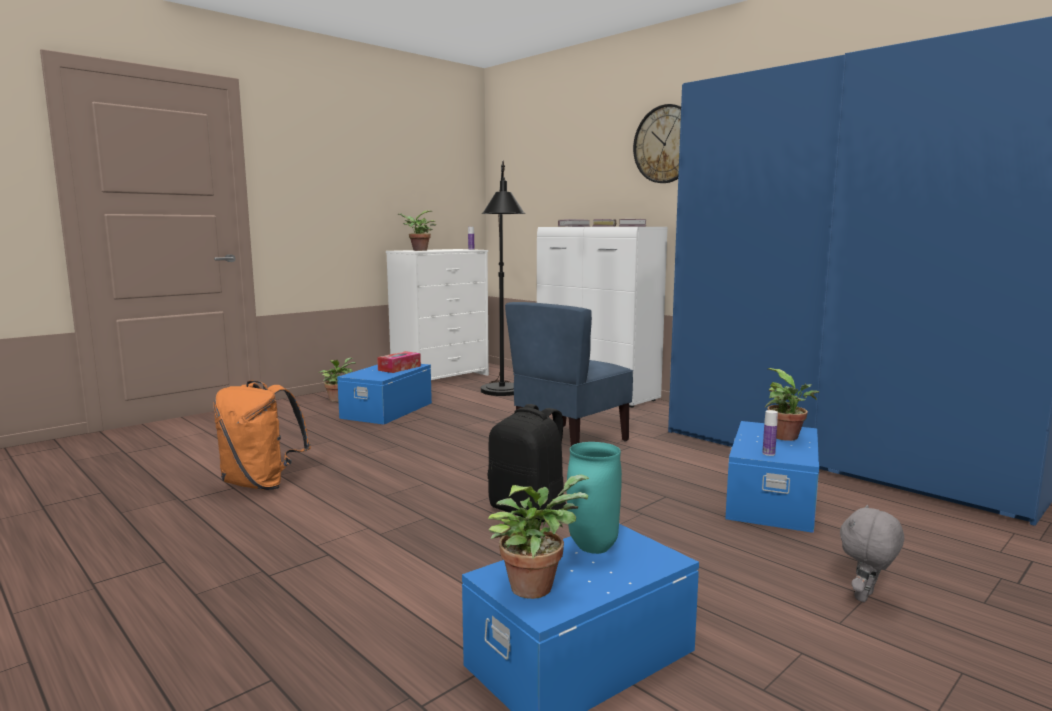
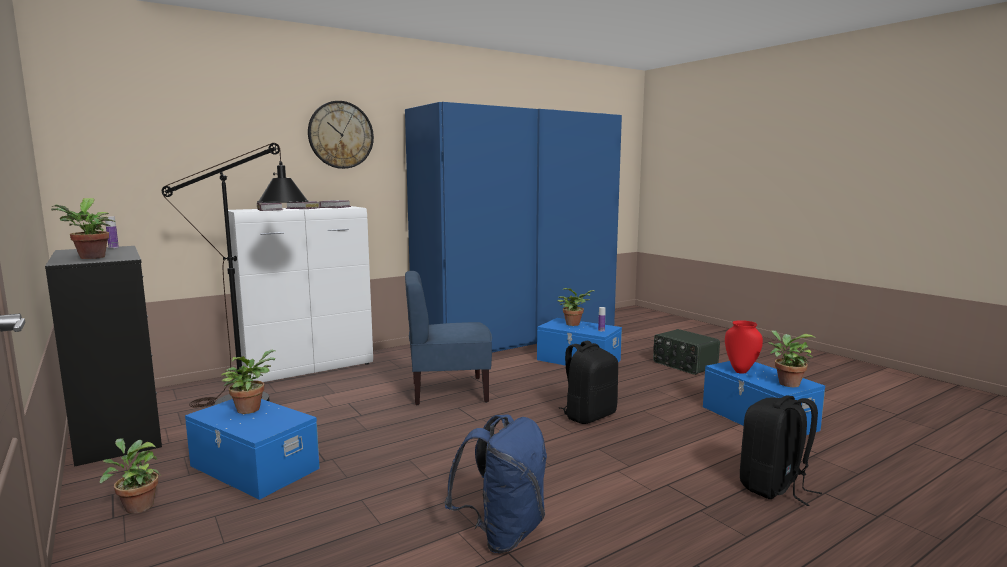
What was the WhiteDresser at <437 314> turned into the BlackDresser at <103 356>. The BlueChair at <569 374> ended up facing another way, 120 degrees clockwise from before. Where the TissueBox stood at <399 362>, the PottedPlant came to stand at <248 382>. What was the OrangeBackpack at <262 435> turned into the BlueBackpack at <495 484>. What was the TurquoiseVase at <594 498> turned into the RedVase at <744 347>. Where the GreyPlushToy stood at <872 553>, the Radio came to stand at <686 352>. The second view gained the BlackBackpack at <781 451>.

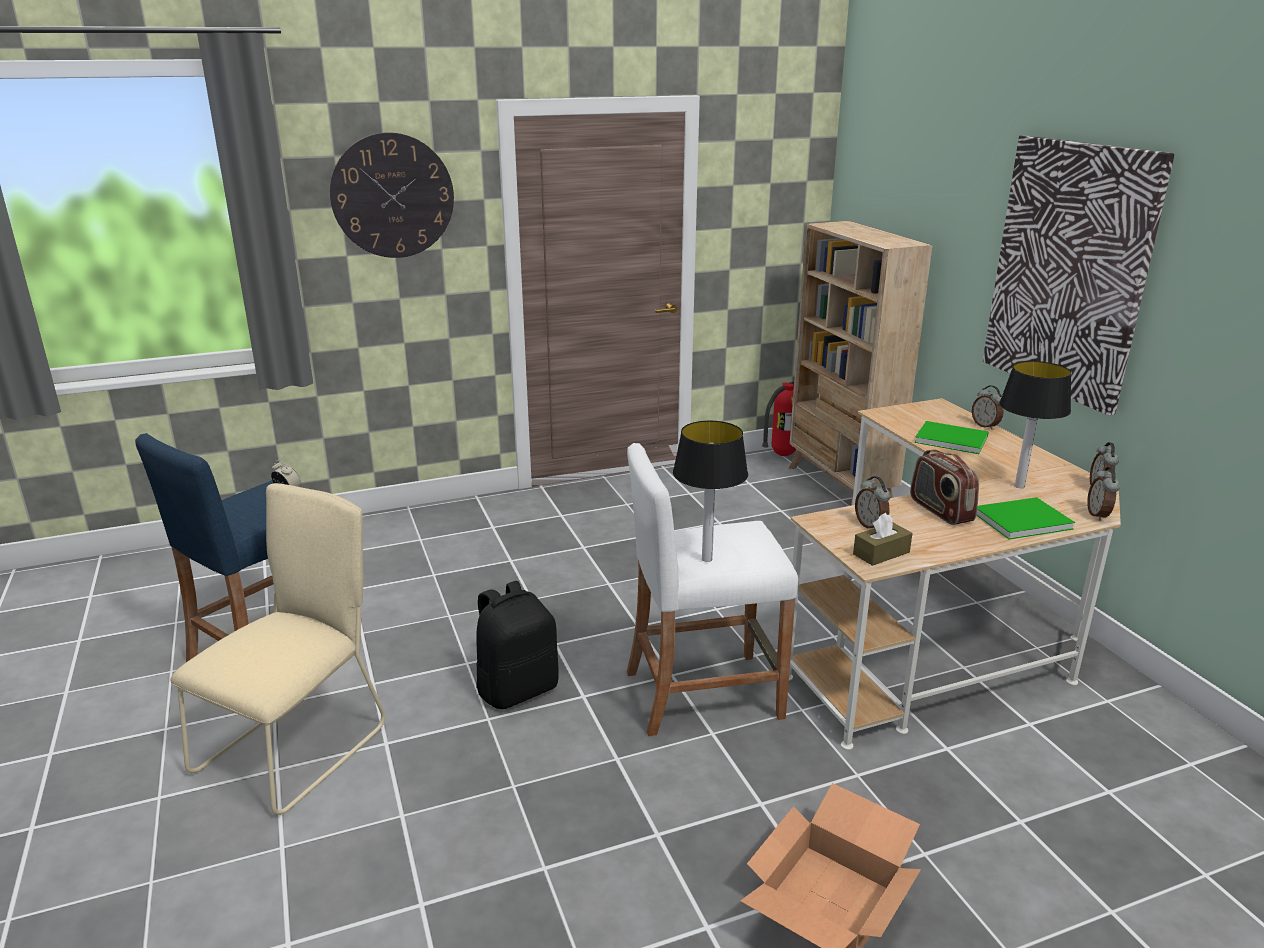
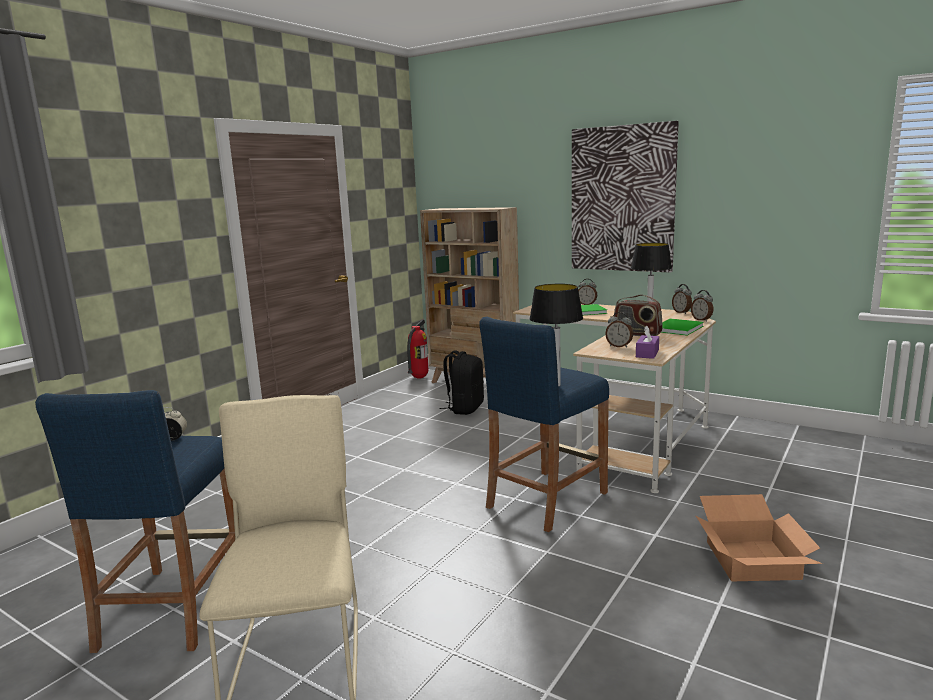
The second view lost the WallClock at <392 195>. What was the WhiteStool at <712 589> turned into the BlueStool at <544 424>. What was the BrownTissueBox at <882 539> turned into the PurpleTissueBox at <647 342>. The BlackBackpack ended up elsewhere, having gone from <517 645> to <461 382>.

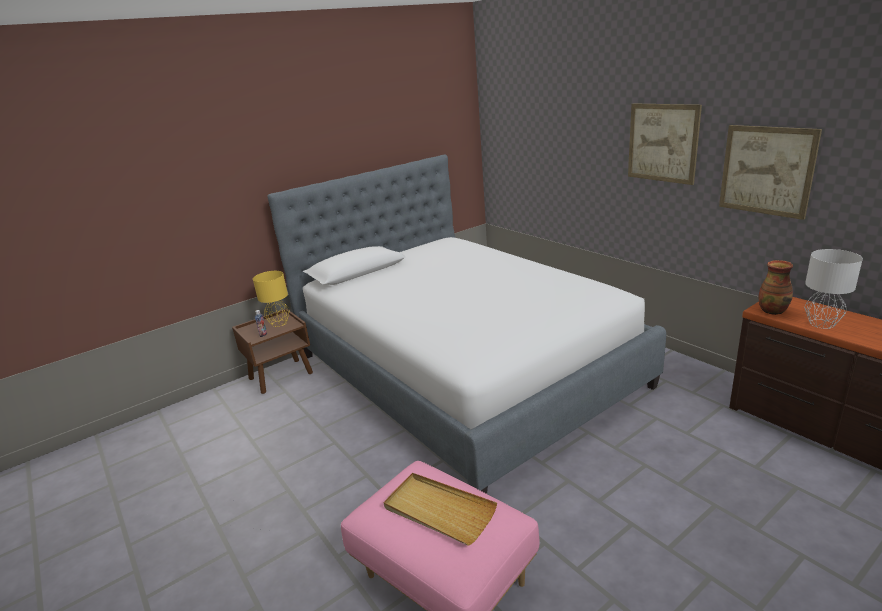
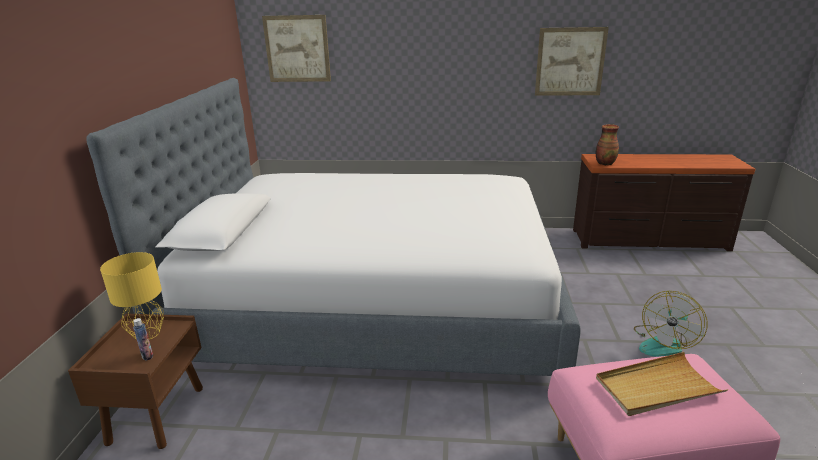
The Picture ended up elsewhere, having gone from <665 144> to <296 48>. The second view lost the GreyTableLamp at <833 289>. The second view gained the Fan at <670 324>.

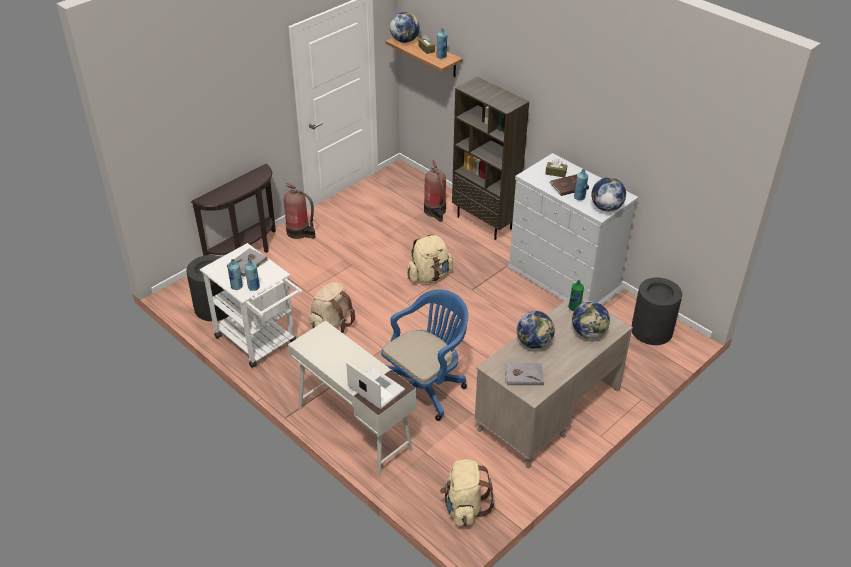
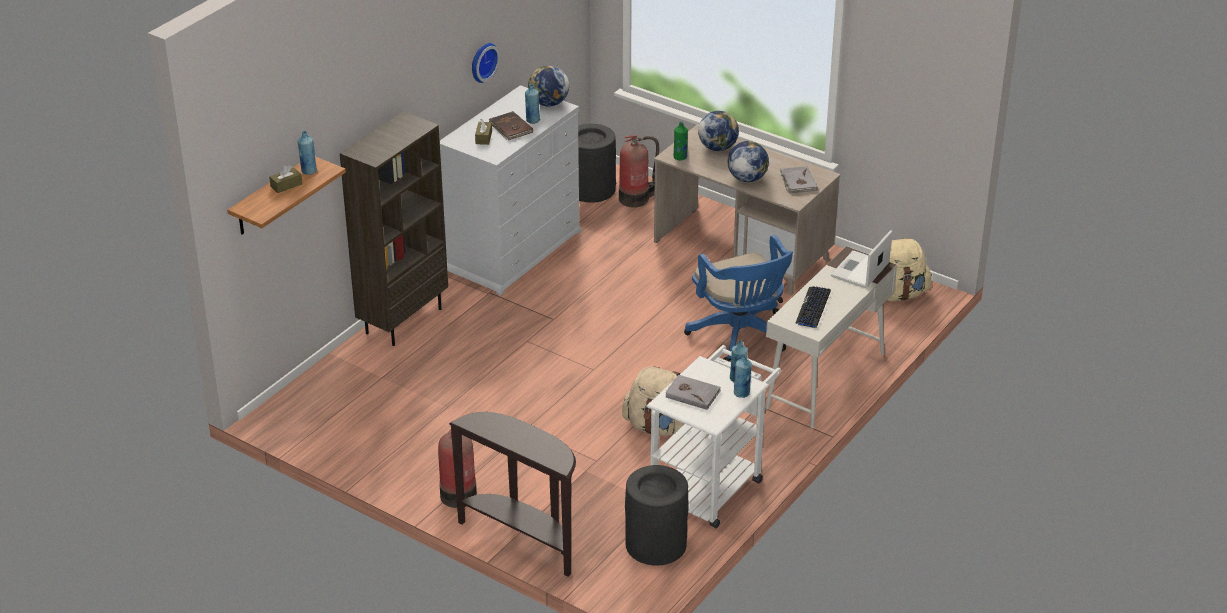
The second view lost the Globe at <405 27>. The FireExtinguisher ended up elsewhere, having gone from <435 191> to <639 171>. The second view lost the BeigeBackpack at <430 258>. The BlueOfficeChair at <424 355> ended up facing another way, 150 degrees counterclockwise from before. The second view gained the WallClock at <486 63>. The second view gained the Keyboard at <813 307>.

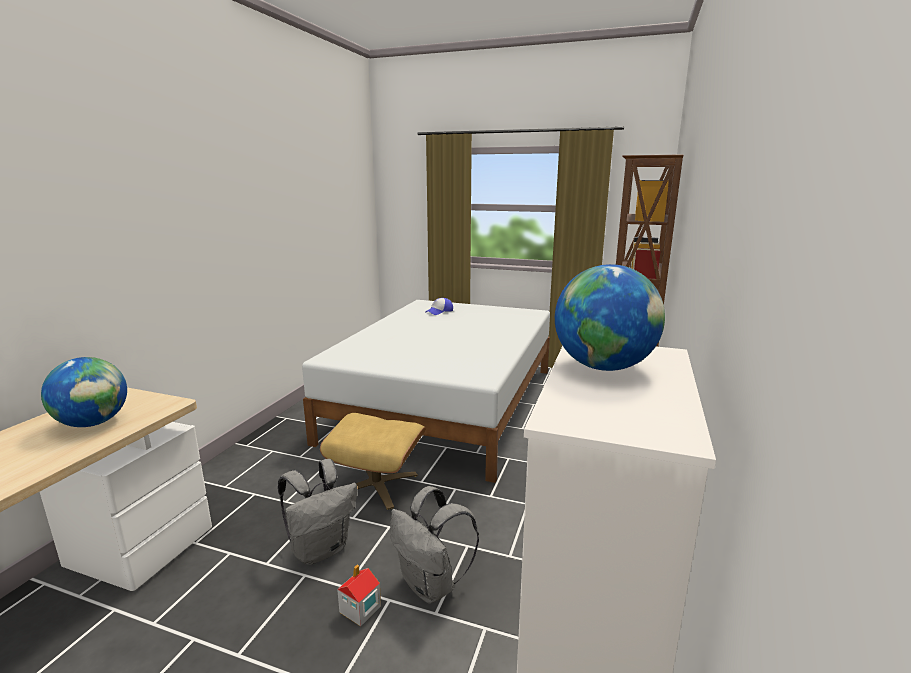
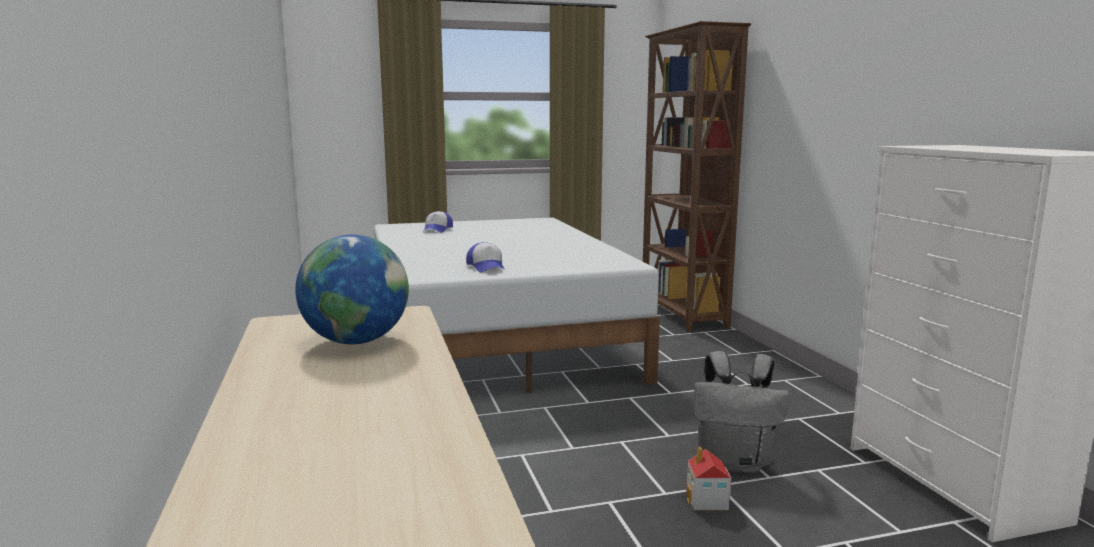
The second view lost the Globe at <610 317>. The second view lost the BeigeOttoman at <373 461>. The second view lost the GreyBackpack at <317 512>. The second view gained the Cap at <485 257>.

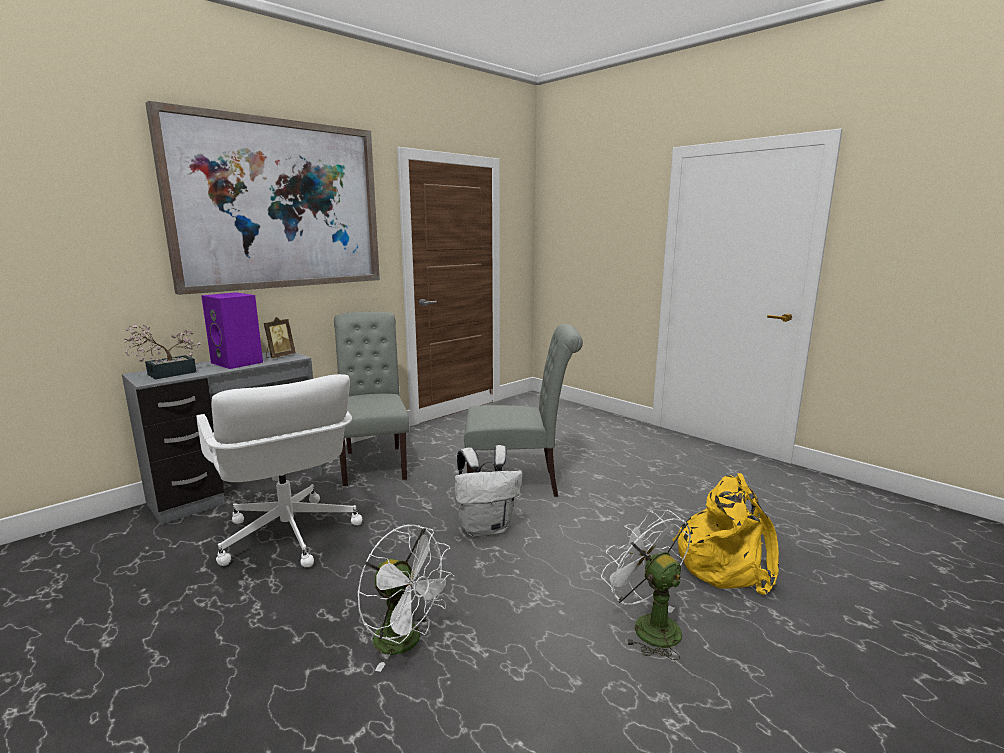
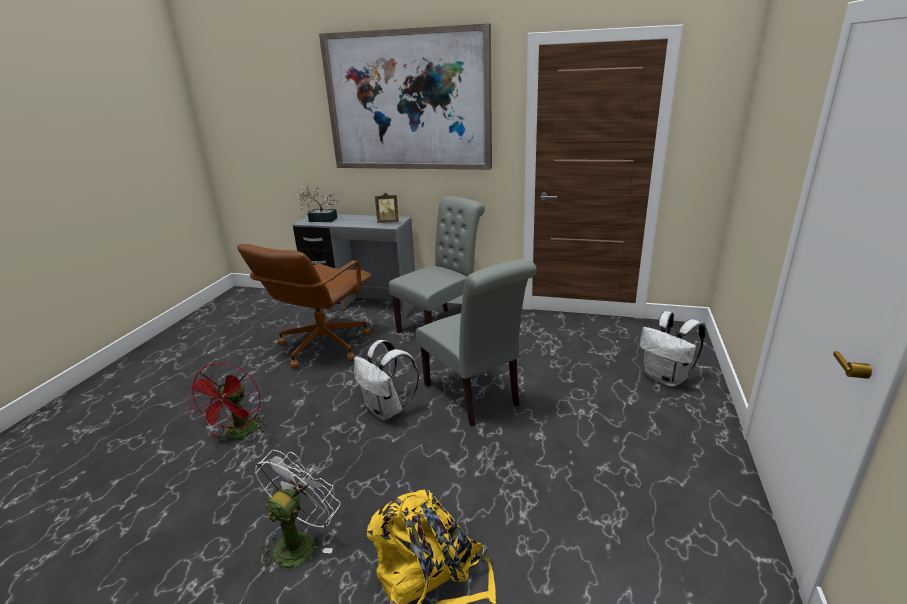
The second view lost the PurpleSpeaker at <232 330>. What was the WhiteOfficeChair at <279 470> turned into the BrownOfficeChair at <304 306>. What was the WhiteFan at <405 598> turned into the RedFan at <227 400>. The second view gained the WhiteBackpack at <672 349>.

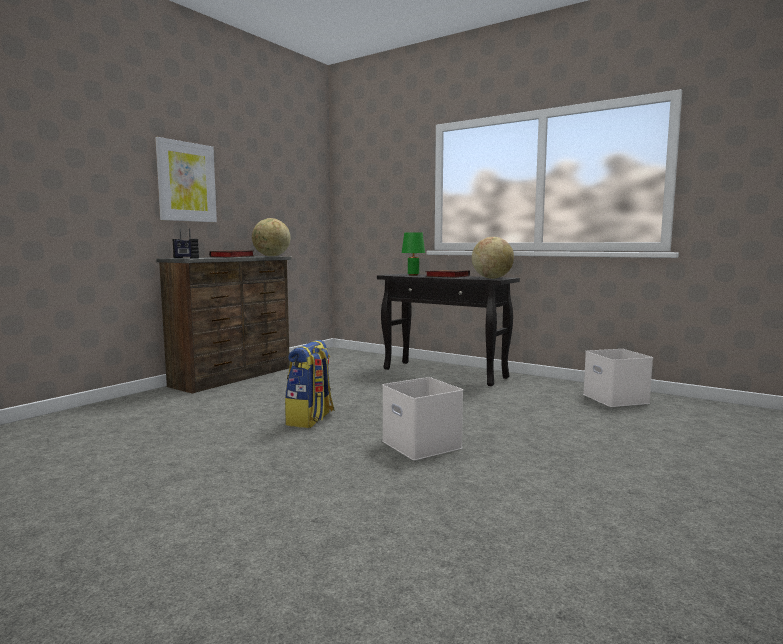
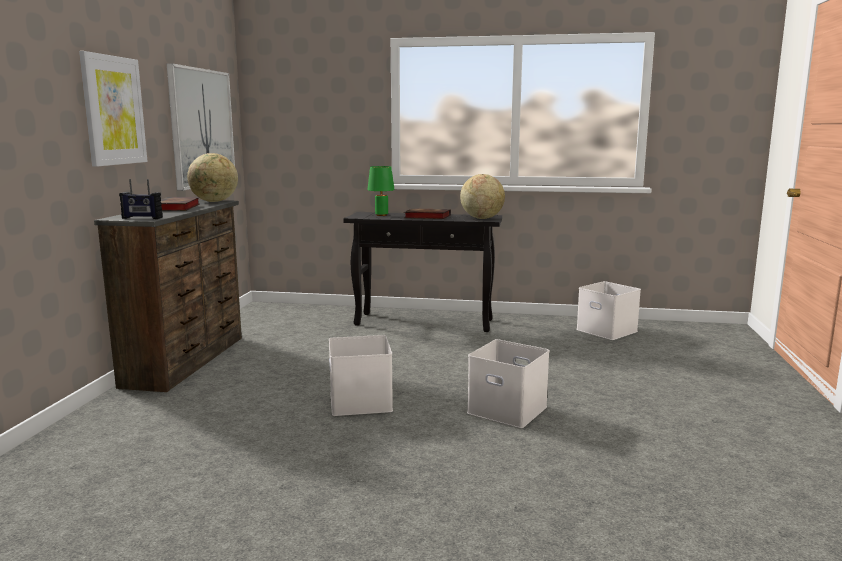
Where the Backpack stood at <310 384>, the WhiteStorageBox came to stand at <361 375>. The second view gained the Picture at <201 127>.

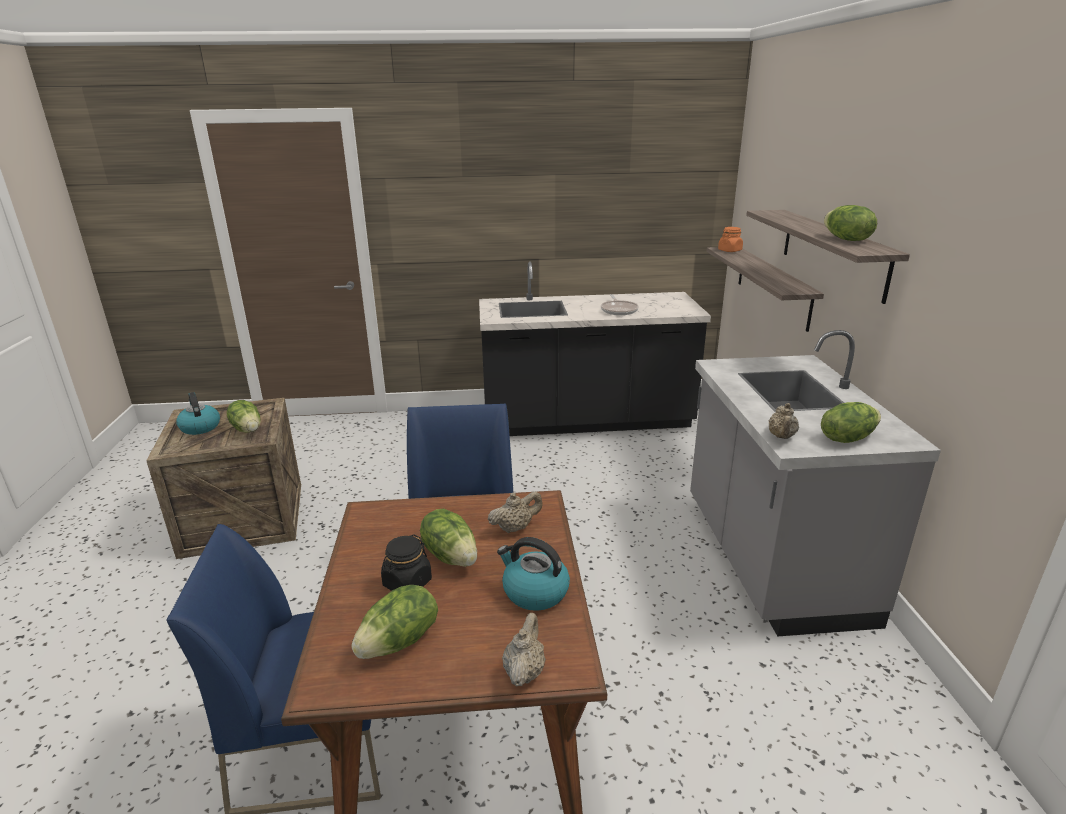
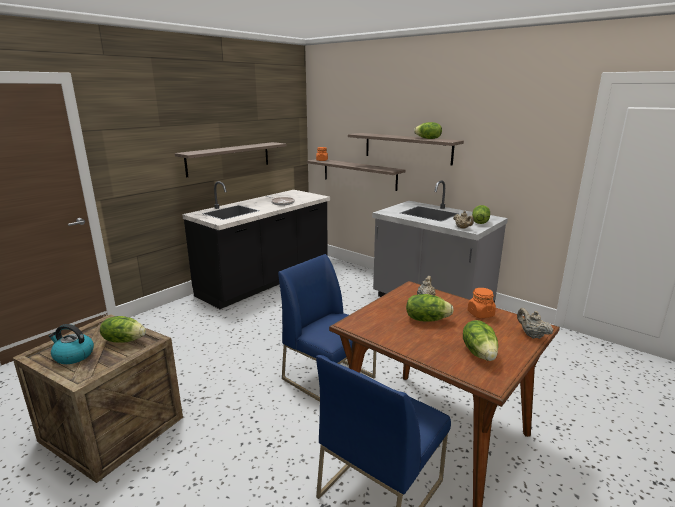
The second view lost the BlackJar at <406 562>. Where the Kettle stood at <533 574>, the OrangeJar came to stand at <482 303>. The second view gained the Shelf at <230 159>.

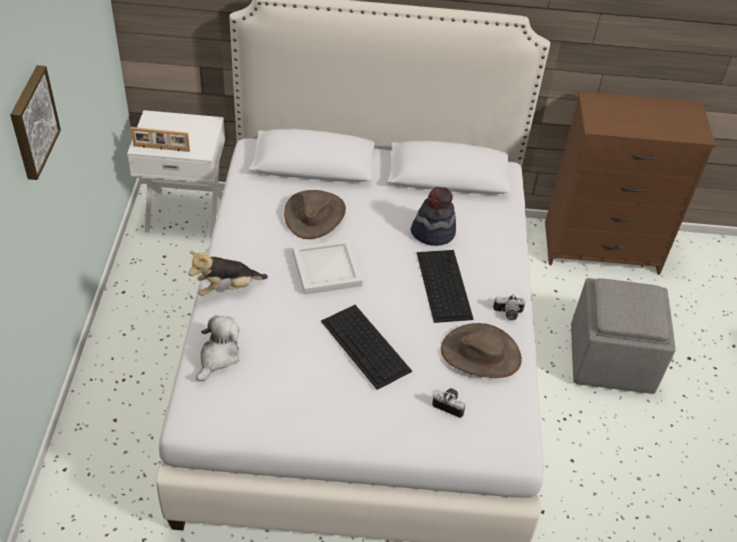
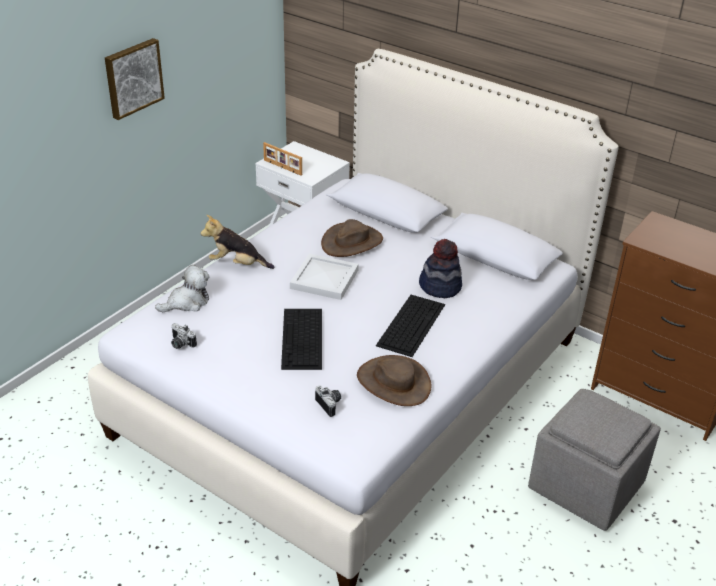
The PhotoCamera ended up elsewhere, having gone from <509 307> to <184 336>.

